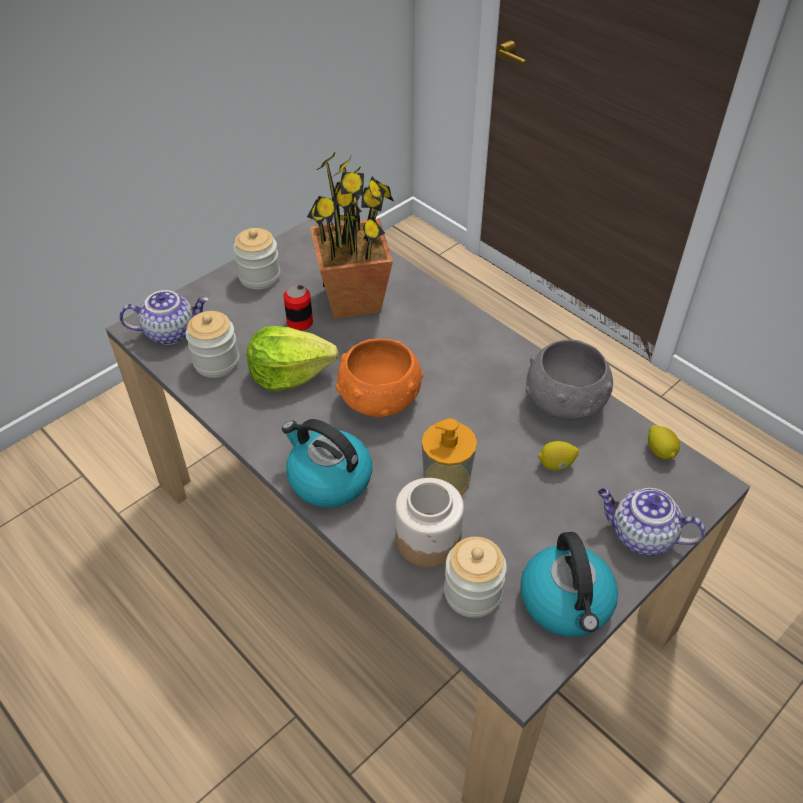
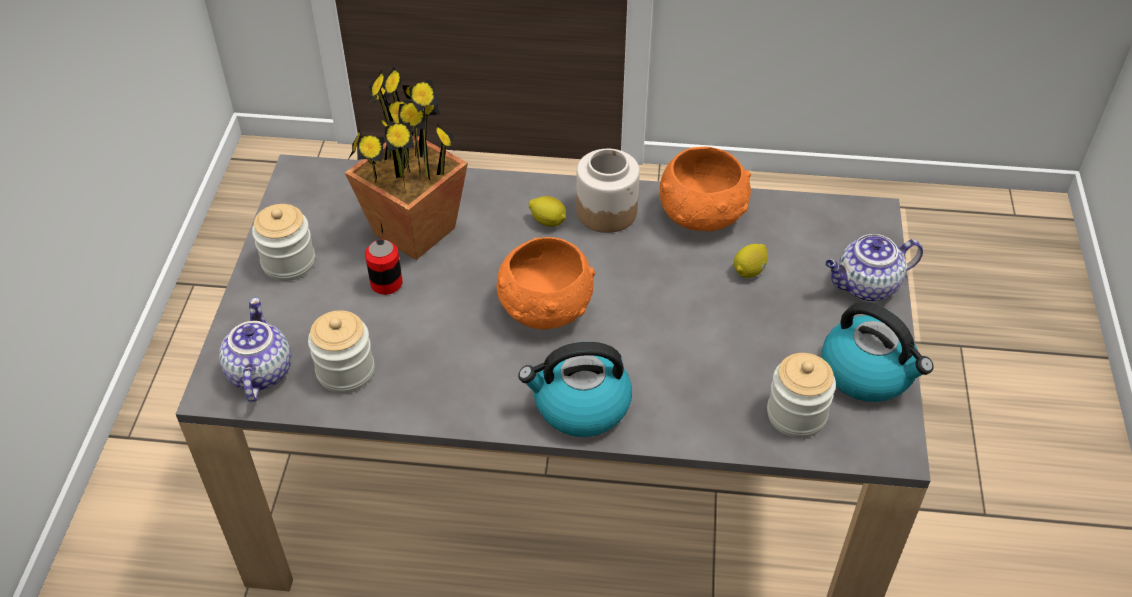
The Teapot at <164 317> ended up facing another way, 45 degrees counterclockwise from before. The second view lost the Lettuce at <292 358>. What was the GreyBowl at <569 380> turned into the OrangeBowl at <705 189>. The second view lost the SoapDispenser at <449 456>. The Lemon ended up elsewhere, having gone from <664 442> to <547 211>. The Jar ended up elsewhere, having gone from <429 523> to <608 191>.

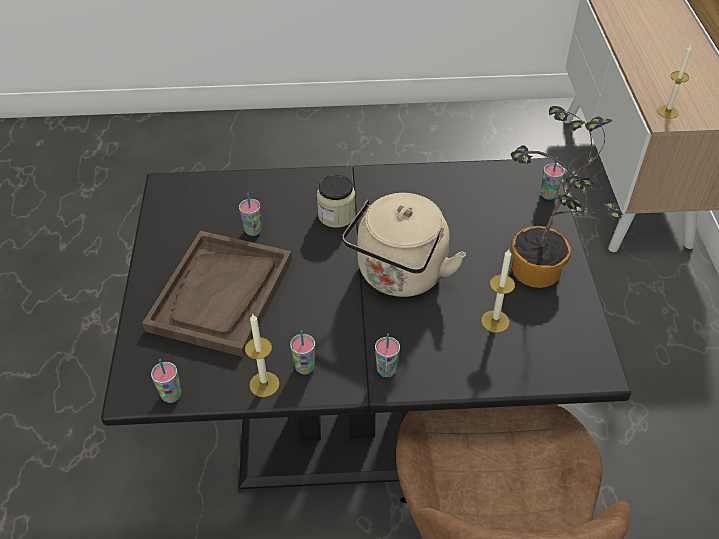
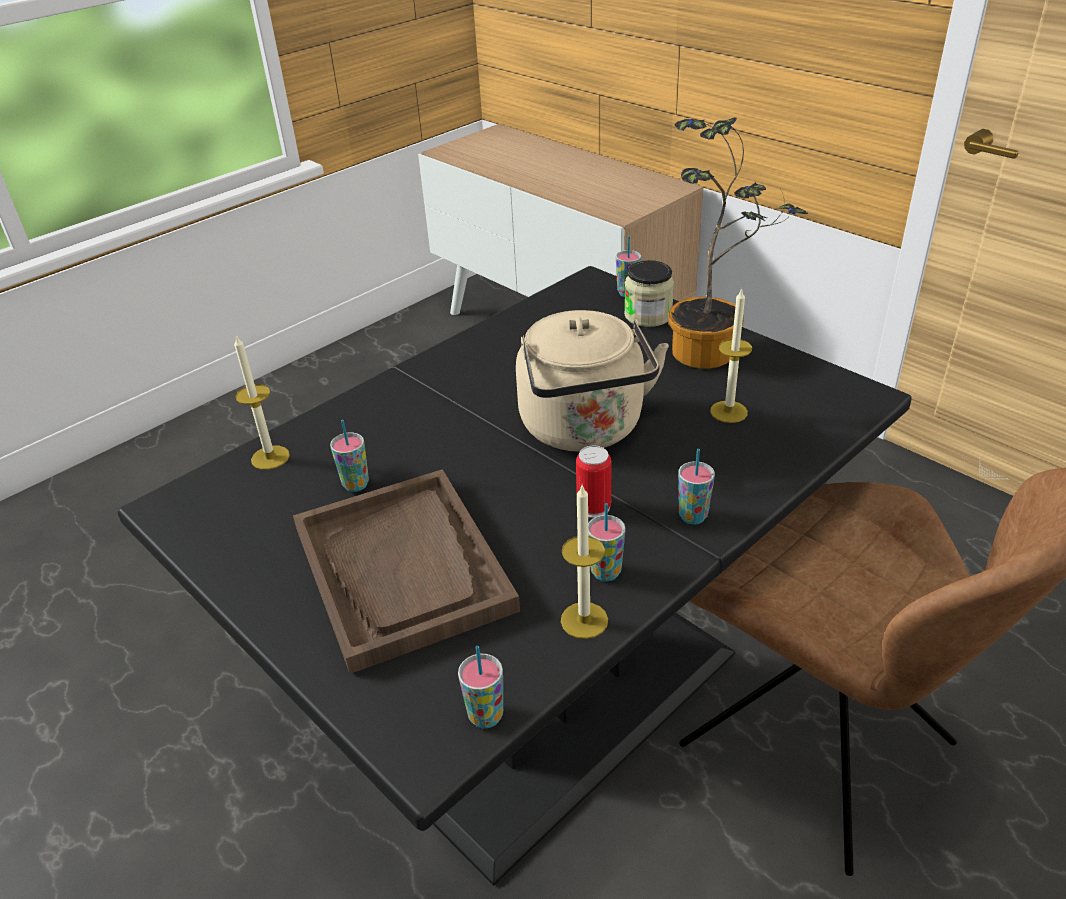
The Candle ended up elsewhere, having gone from <674 82> to <262 402>. The Jar ended up elsewhere, having gone from <336 201> to <649 293>. The second view gained the Can at <594 482>.

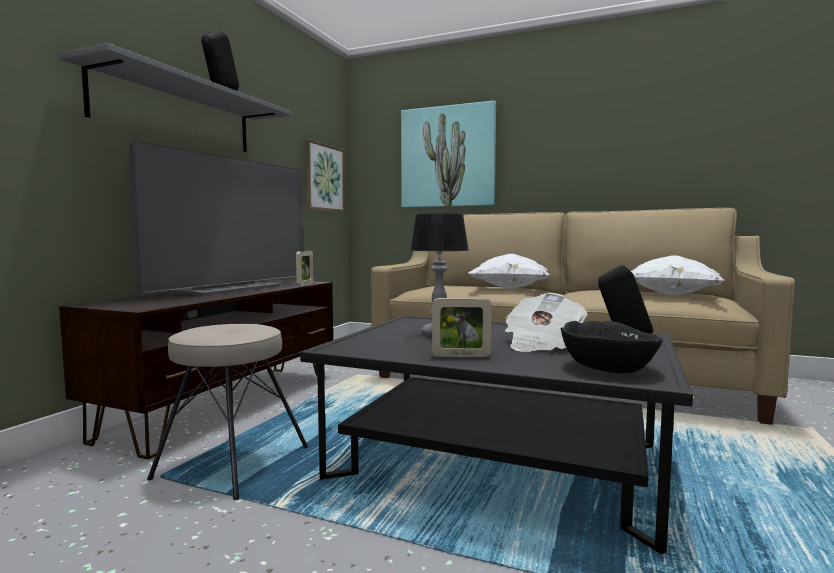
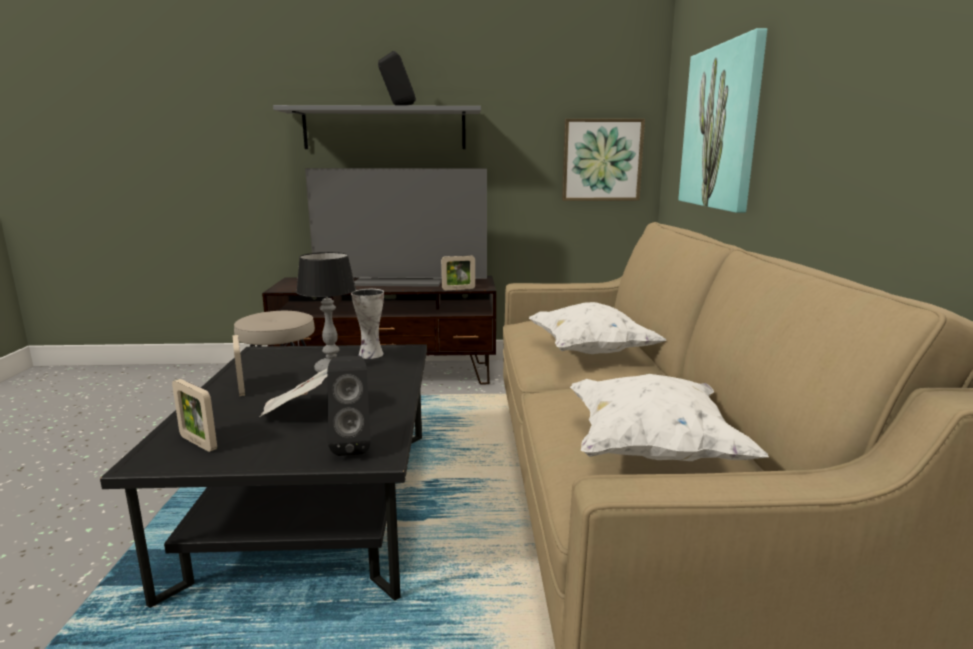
Where the BlackBowl stood at <612 347>, the PictureFrame came to stand at <194 415>. The second view gained the Vase at <367 324>.

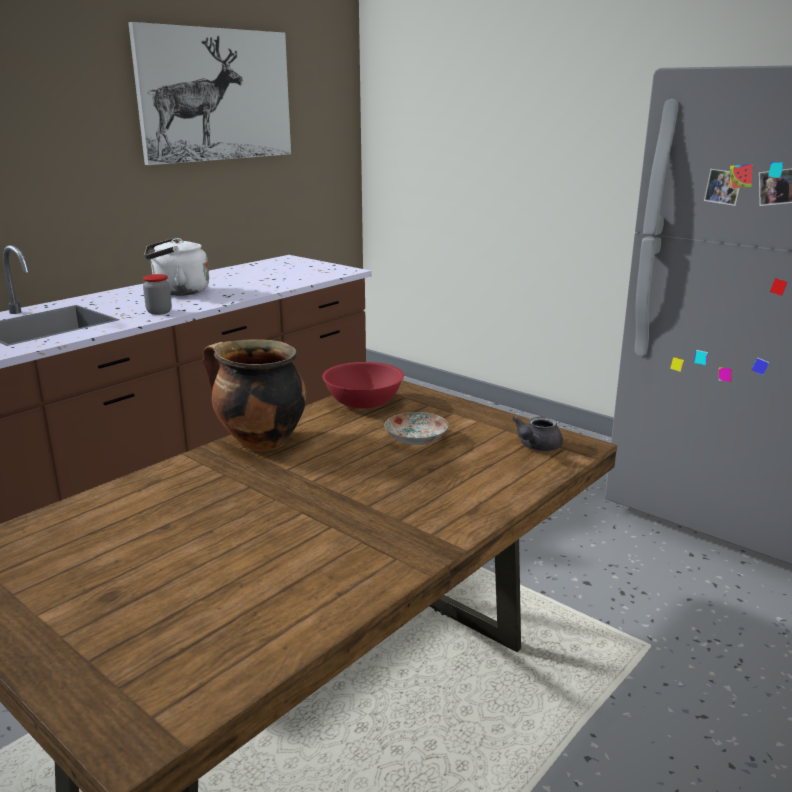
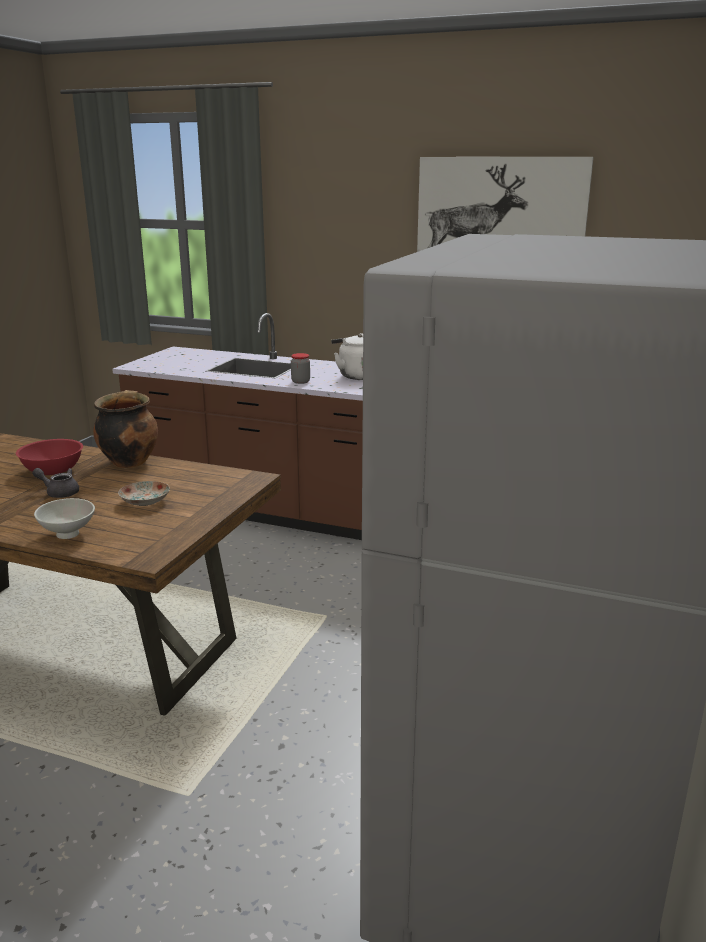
The RedBowl ended up elsewhere, having gone from <363 385> to <49 457>. The GreyTeapot ended up elsewhere, having gone from <537 433> to <55 483>. The second view gained the WhiteBowl at <64 518>.

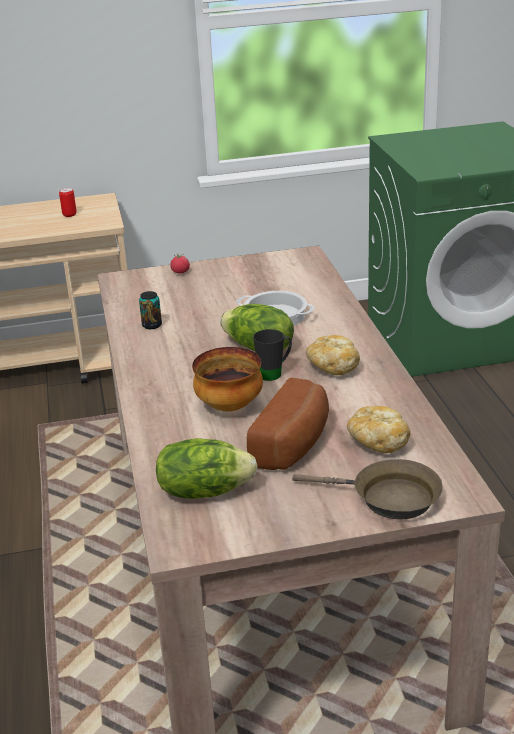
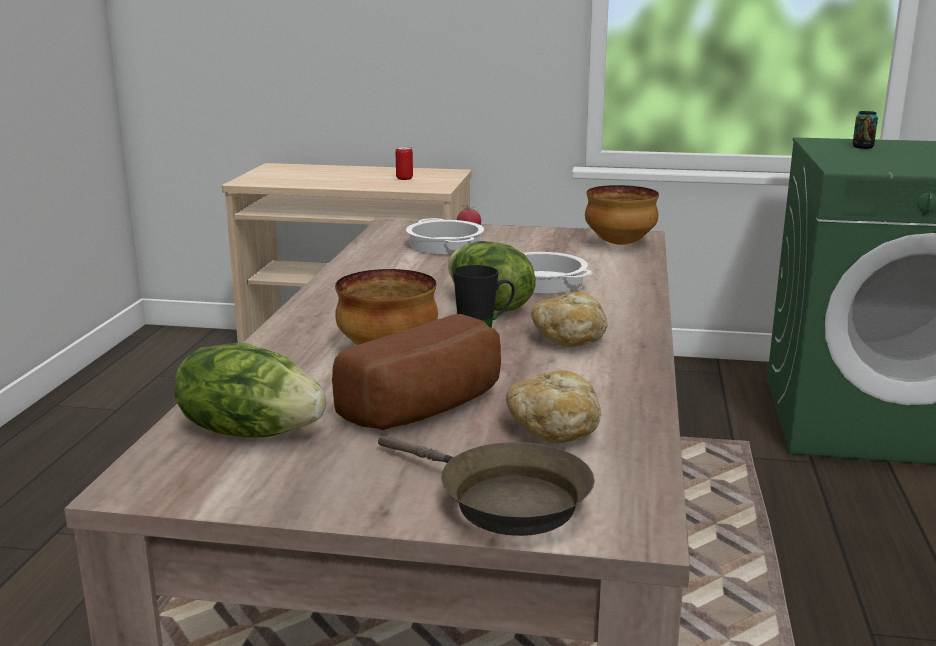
The Can ended up elsewhere, having gone from <150 310> to <865 130>. The second view gained the Bowl at <622 215>. The second view gained the CookingPot at <445 236>.

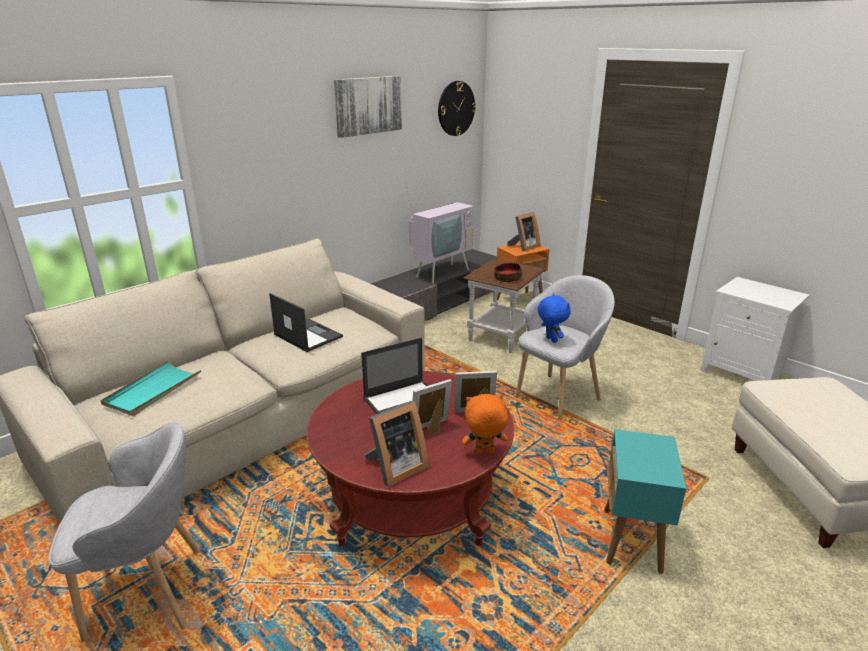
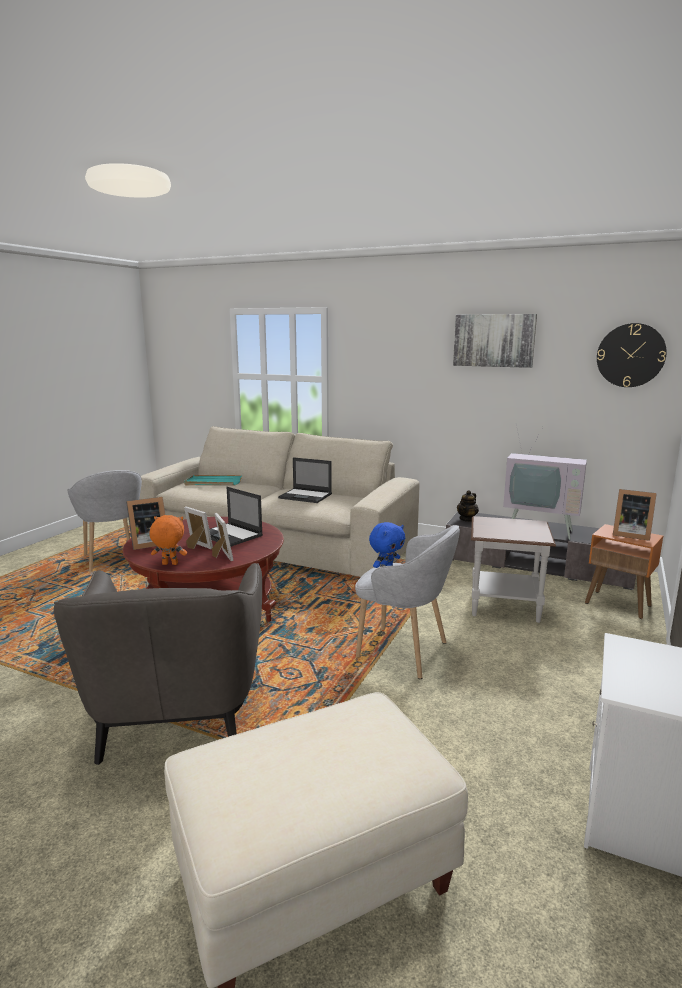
The second view lost the Bowl at <508 272>. The Laptop at <306 322> ended up facing another way, 90 degrees clockwise from before. The OrangePlushToy at <485 424> ended up facing another way, 60 degrees counterclockwise from before. The PictureFrame at <396 444> ended up facing another way, 60 degrees counterclockwise from before. Where the TurquoiseSideTable stood at <645 501>, the GreyArmchair came to stand at <158 664>. The second view gained the Teapot at <468 506>.

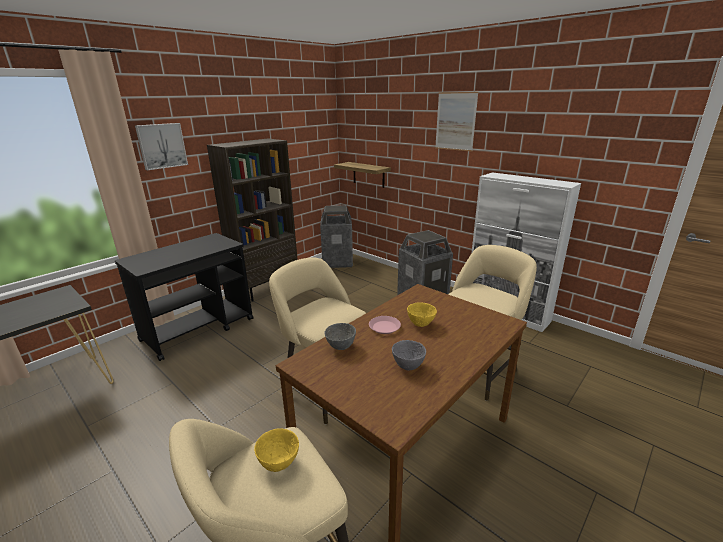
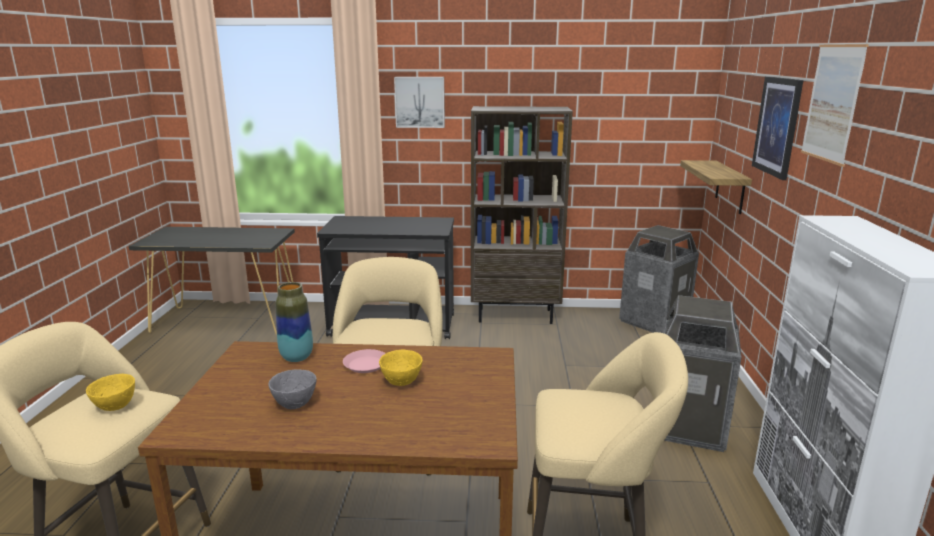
Where the GreyBowl stood at <340 336>, the Vase came to stand at <294 322>. The second view gained the Picture at <777 128>.

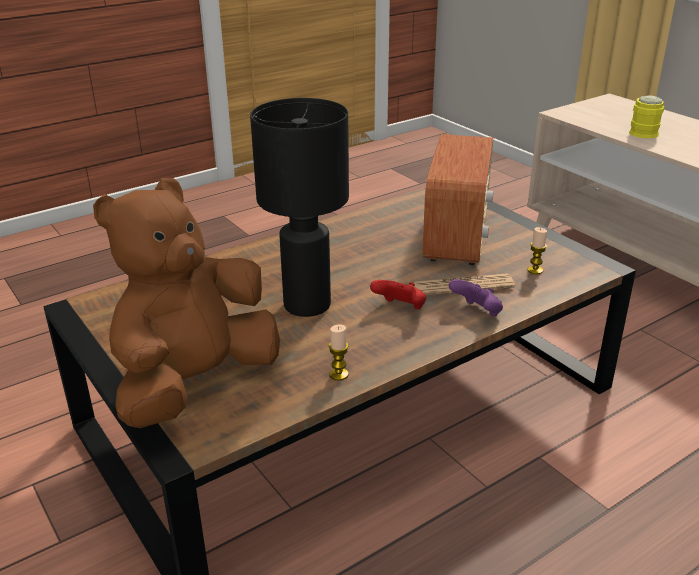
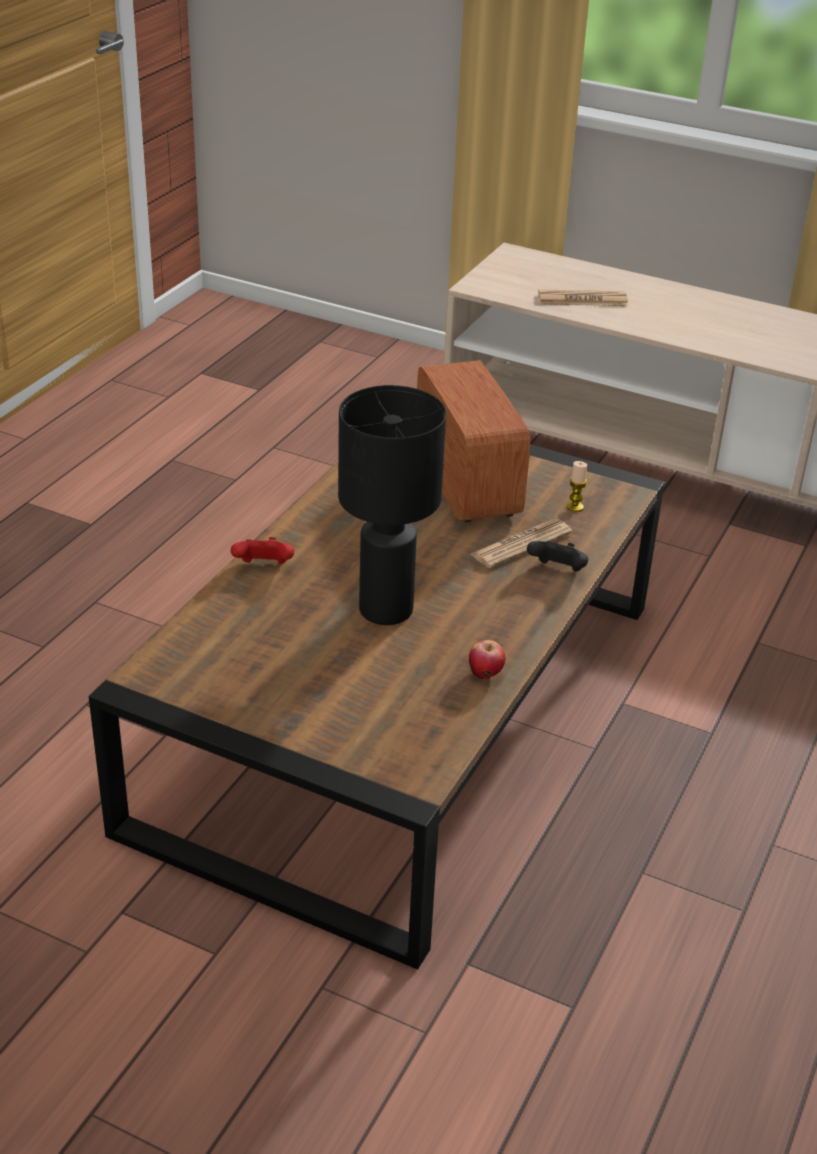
Where the YellowMug stood at <646 116>, the Newspaper came to stand at <583 297>. The second view lost the BrownPlushToy at <186 303>. What was the PurpleGameController at <476 298> turned into the BlackGameController at <557 556>. The RedGameController ended up elsewhere, having gone from <398 294> to <262 550>. Where the Candle stood at <339 353>, the Apple came to stand at <487 660>.

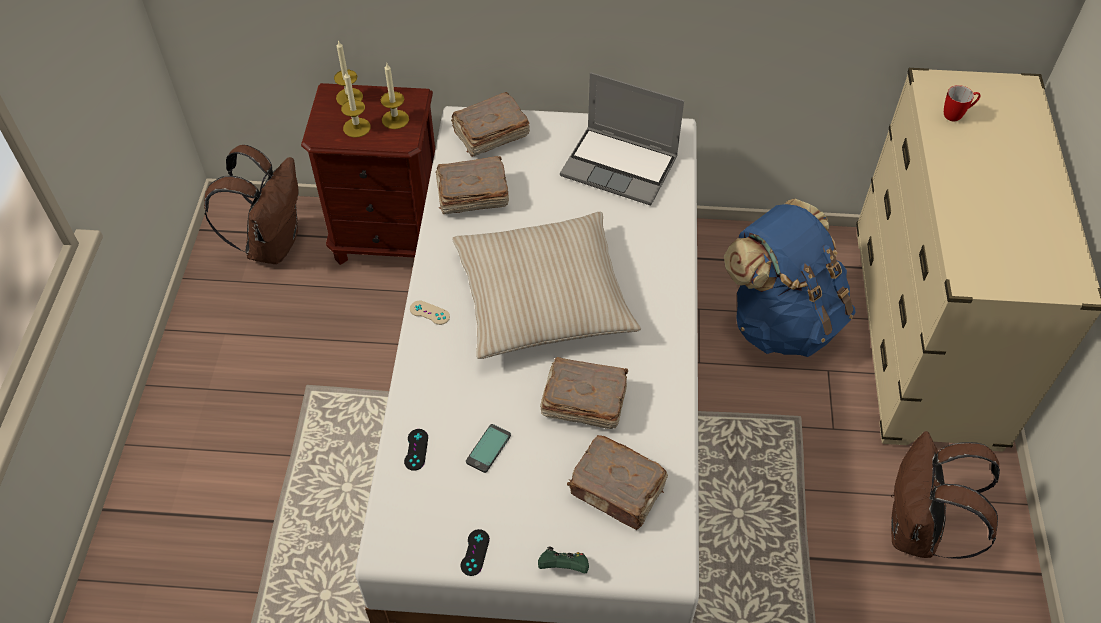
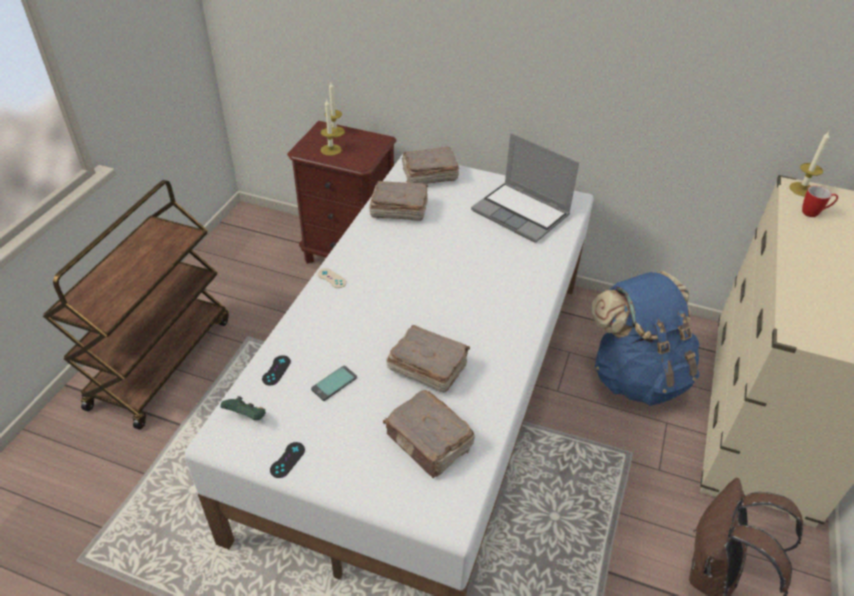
The Candle ended up elsewhere, having gone from <395 96> to <809 164>. The second view lost the BrownBackpack at <251 204>. The second view lost the BeigePillow at <546 285>. The GreenGameController ended up elsewhere, having gone from <563 559> to <243 408>. The second view gained the BrownCart at <136 305>.

